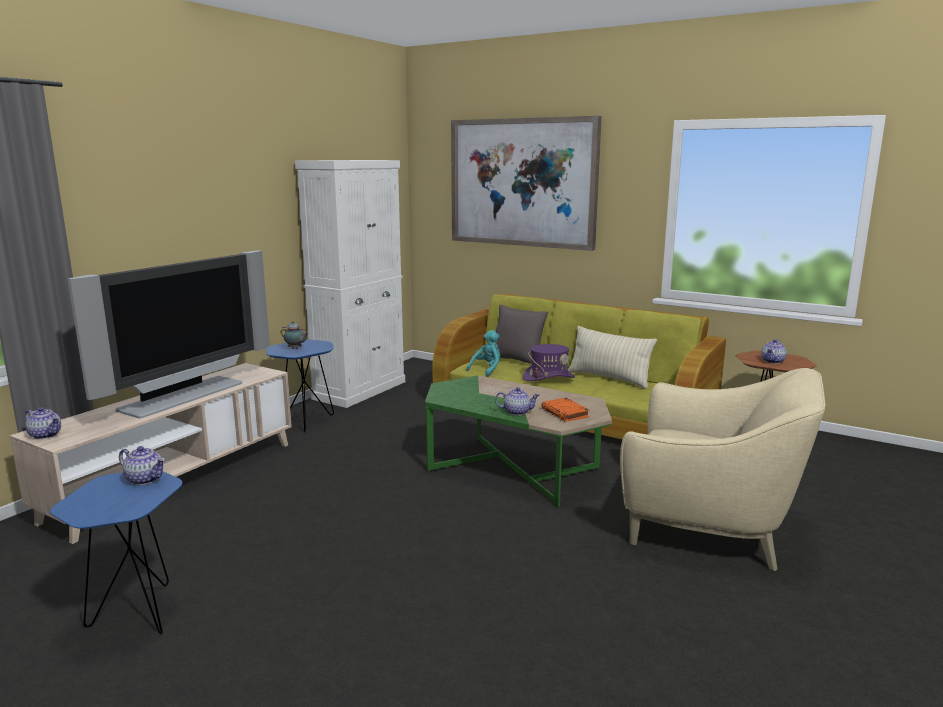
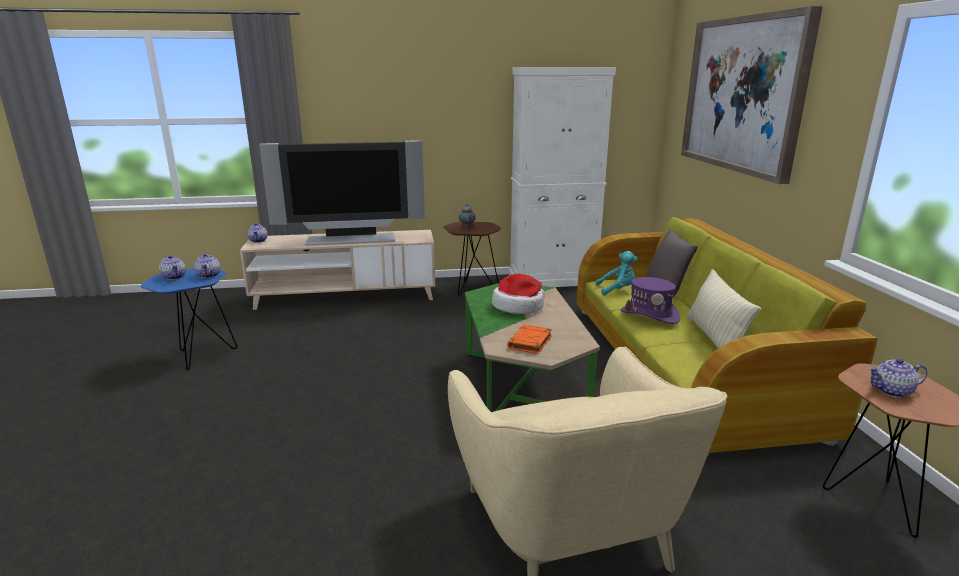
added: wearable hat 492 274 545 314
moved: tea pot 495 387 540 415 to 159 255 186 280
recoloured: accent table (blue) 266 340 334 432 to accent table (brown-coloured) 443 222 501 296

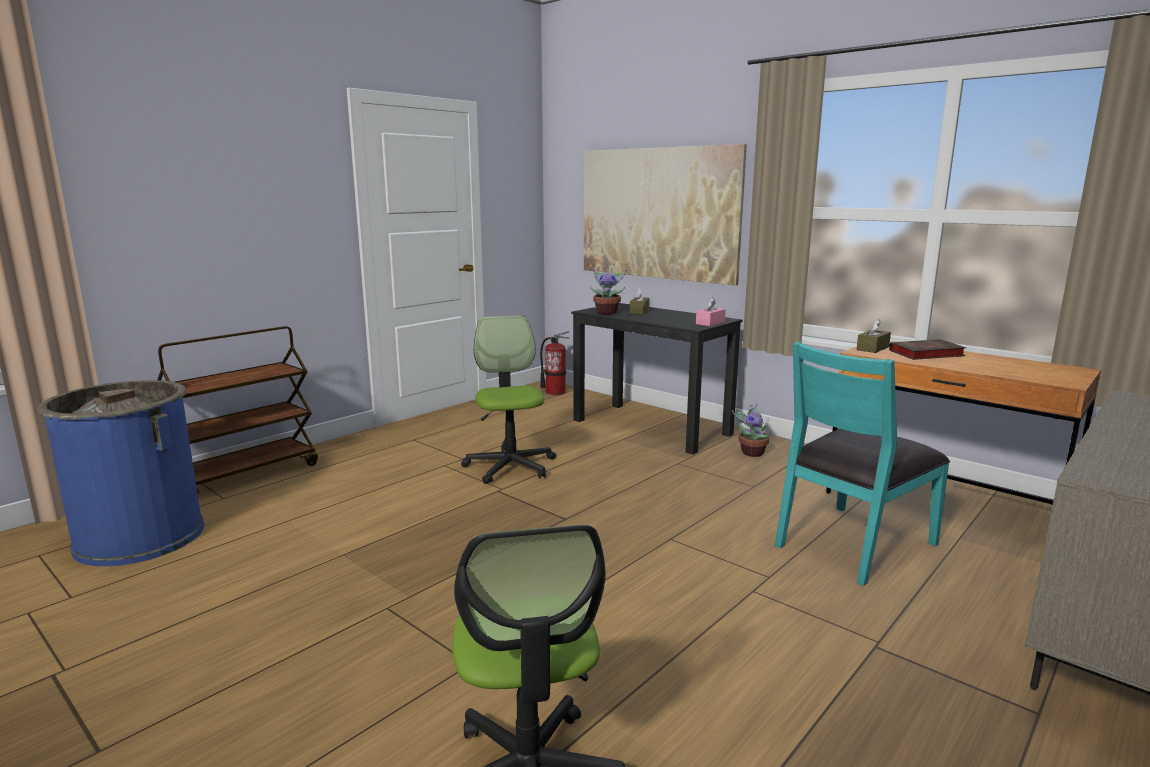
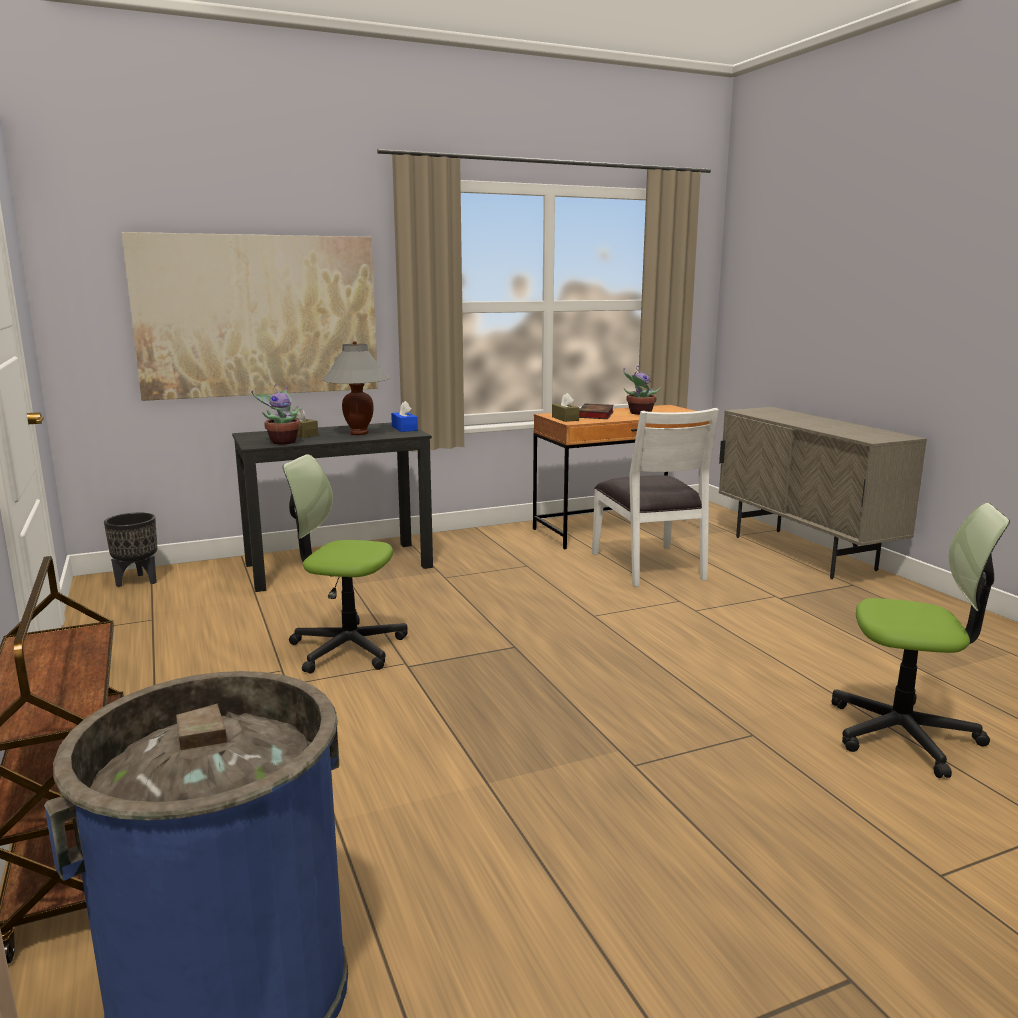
added: lamp for a table (grey) 322 341 391 435
moved: houseplant 732 404 771 457 to 623 366 661 415
replaced: fire extinguisher 540 331 569 395 to planter (blackish) 104 513 157 587
recoloured: box of tissues (pink) 696 298 726 326 to box of tissues (blue) 391 401 418 432; plain chair (turquoise) 775 342 950 586 to plain chair (white-coloured) 592 408 719 587

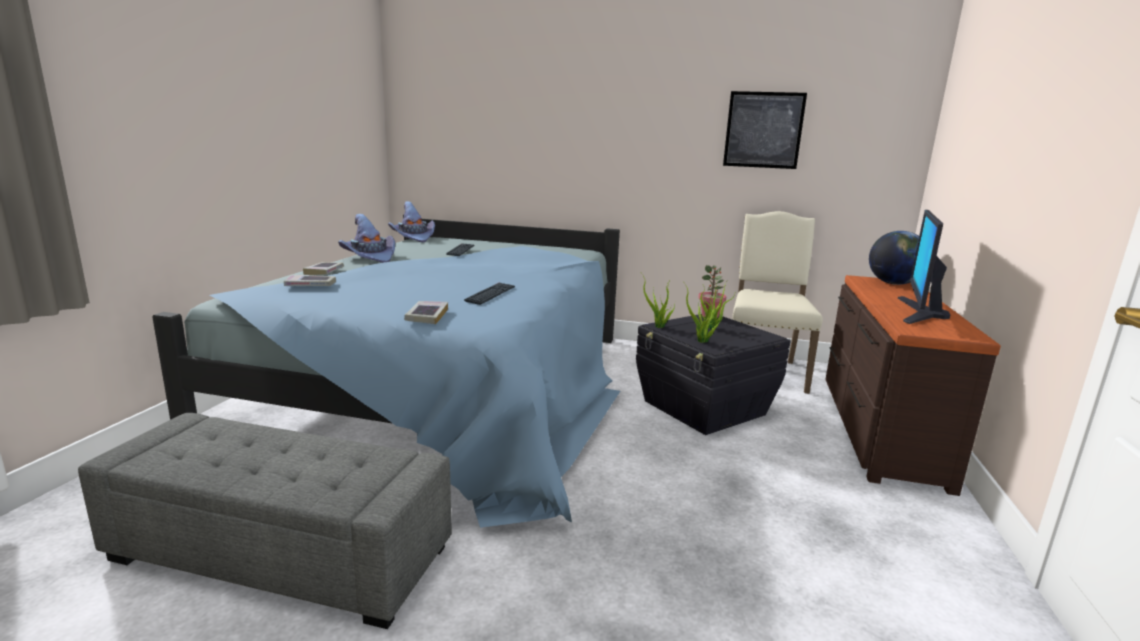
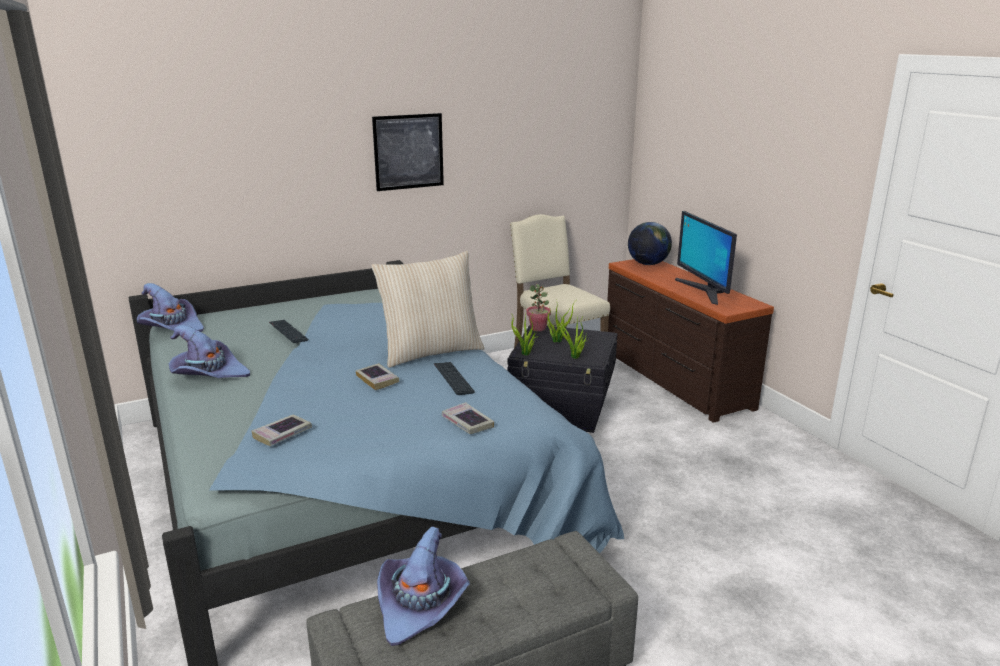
added: cushion (beige-coloured) 371 251 485 368; wearable hat (purplish) 377 526 470 646
moved: book 303 262 344 275 to 356 363 400 390; wall art 723 91 807 169 to 372 113 444 191

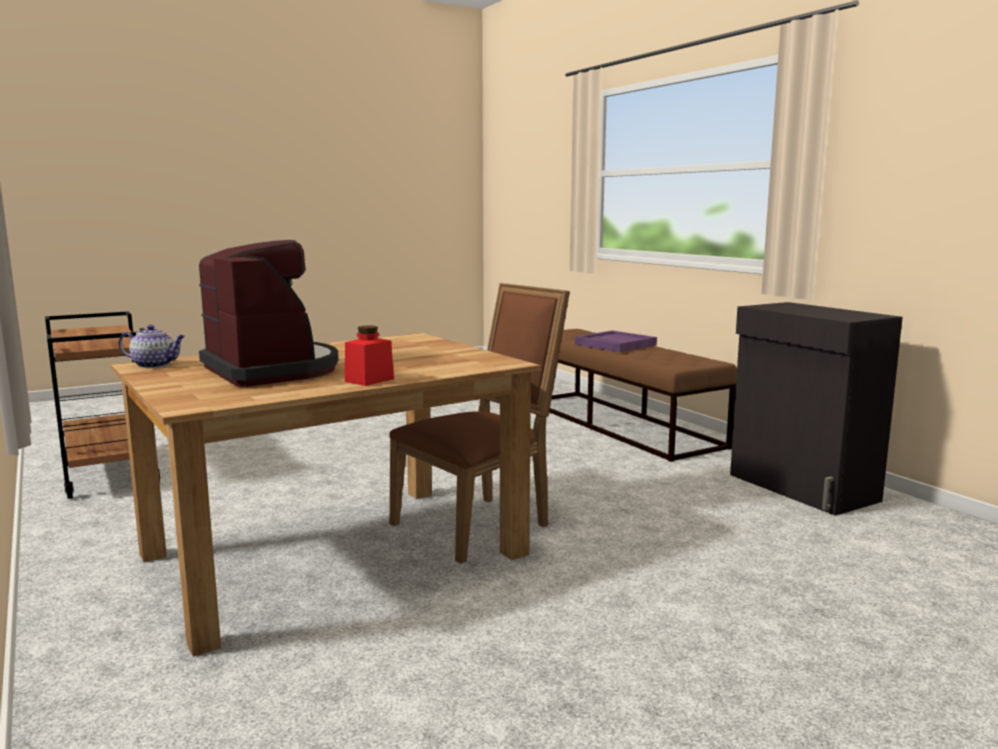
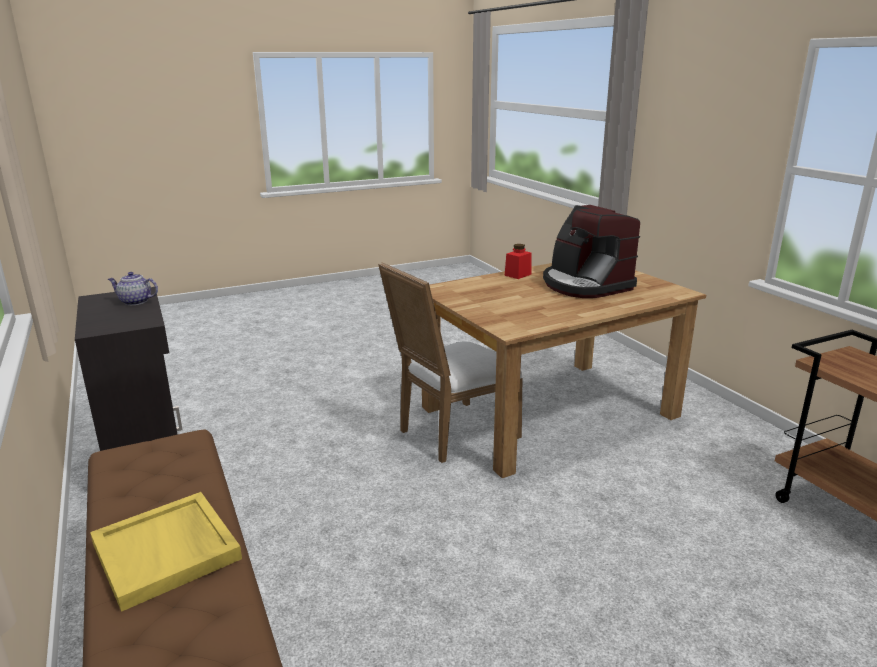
moved: tea pot 118 325 185 368 to 108 272 158 305
recoloured: plain chair (brown-coloured) 389 283 570 564 to plain chair (white-coloured) 378 262 524 463; tray (purplish) 575 331 657 352 to tray (yellow-coloured) 90 492 242 612

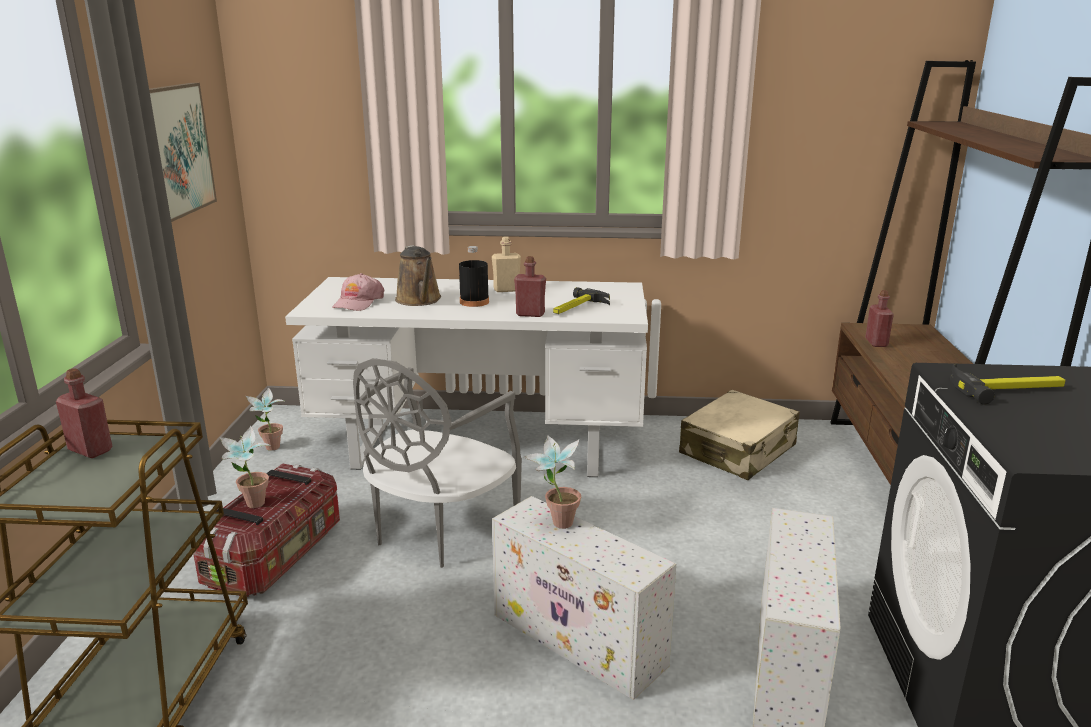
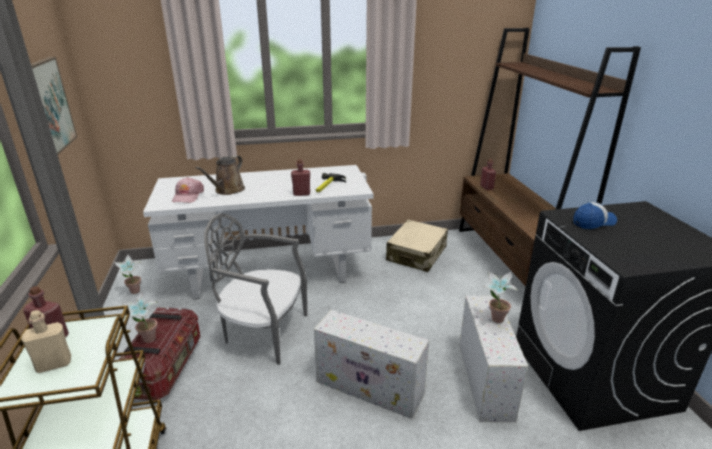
removed: beverage bottle (blackish) 459 246 489 307
moved: beverage bottle (beige-coloured) 492 236 521 292 to 21 310 71 373; houseplant 524 435 581 529 to 484 271 518 323
replaced: hand hammer 950 363 1066 405 to cap 573 202 617 229
turned: plain chair (grey) 353 358 522 568 = 204 213 307 365 90 degrees clockwise; watering can (brown-coloured) 395 245 441 306 = 195 155 245 195 60 degrees clockwise

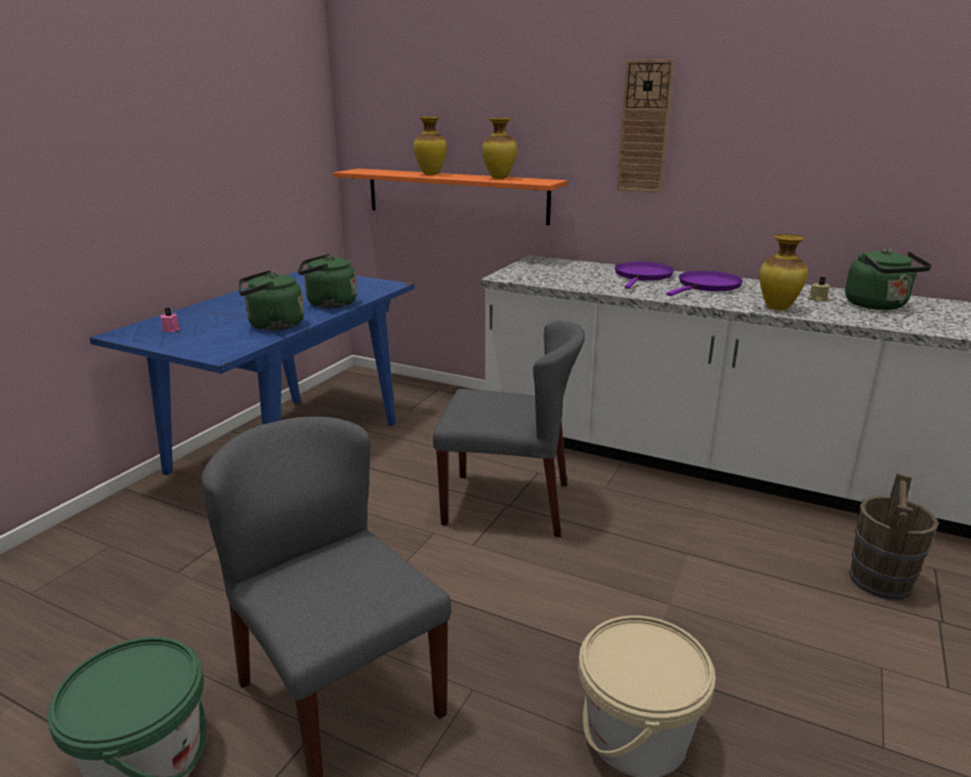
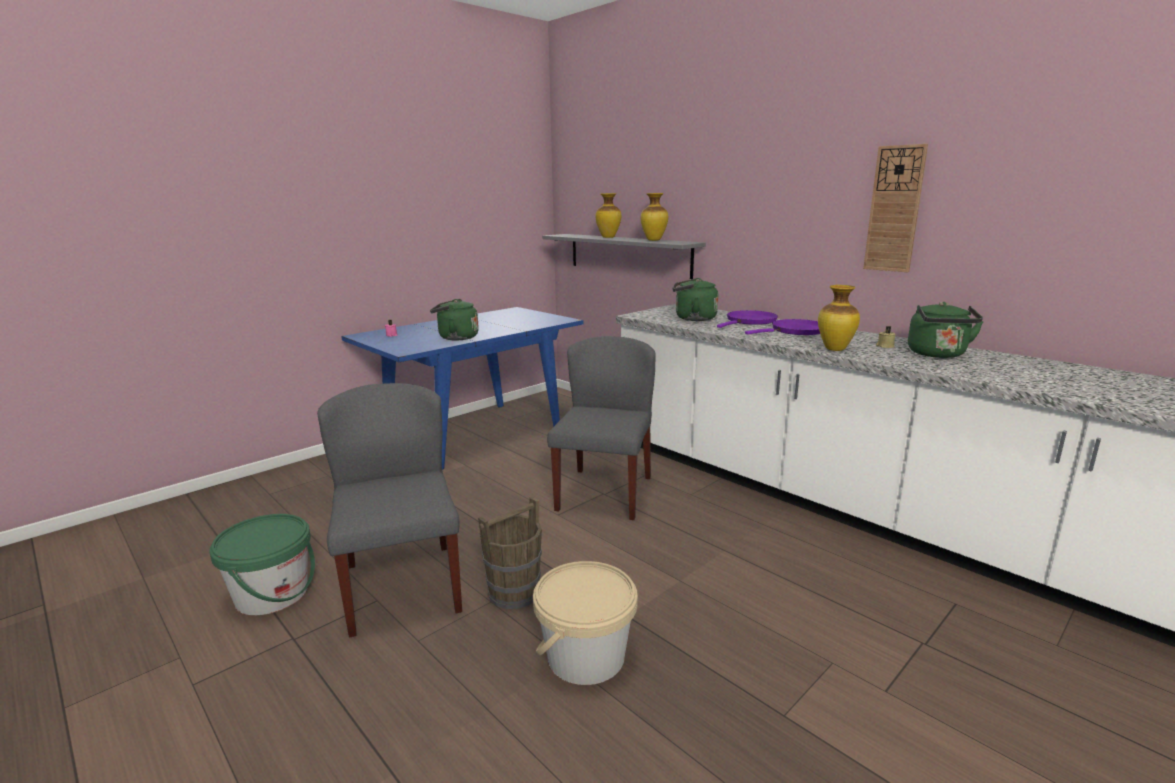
moved: kettle (greenish) 298 254 357 308 to 673 278 718 321; wall clock 617 59 675 193 to 863 144 928 272; bucket (brown-coloured) 849 473 939 600 to 478 497 542 609
recoloured: shelf (orange) 333 169 567 225 to shelf (grey) 542 234 706 279
turned: plain chair (grey) 433 321 585 537 = 547 336 656 520 105 degrees counterclockwise

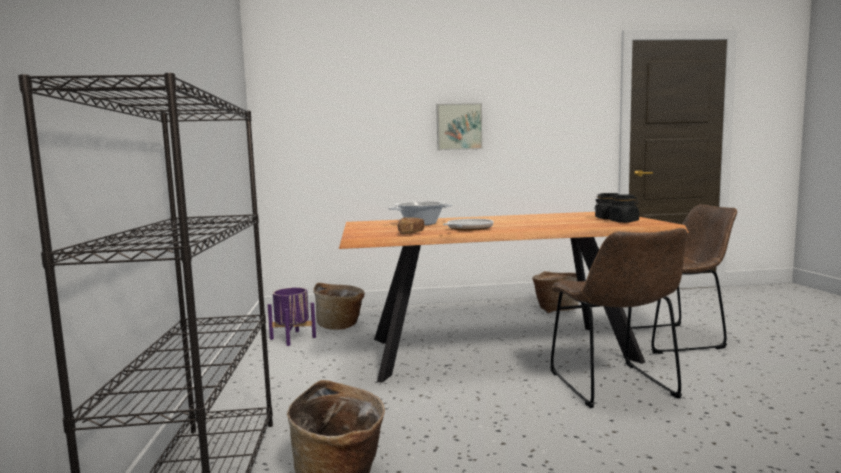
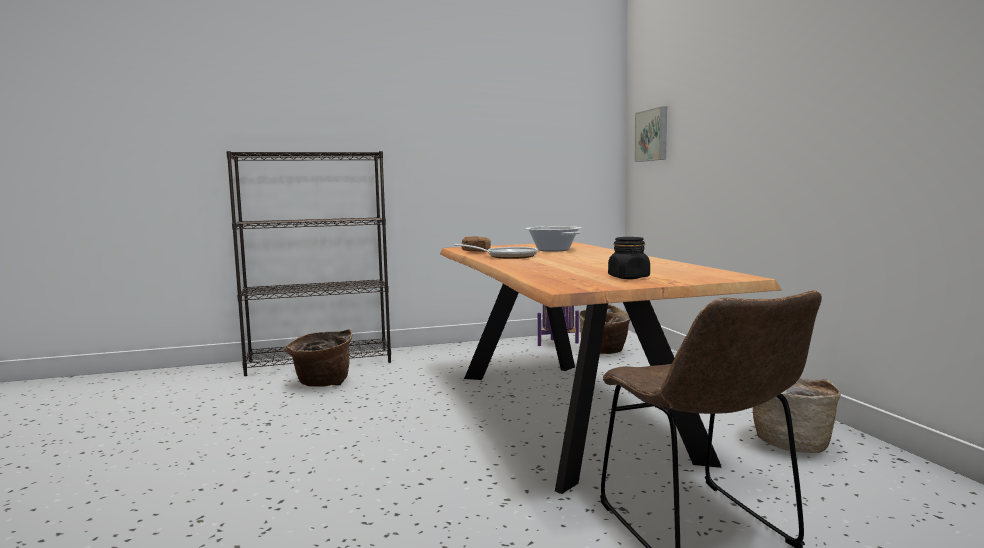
removed: plain chair (brown-coloured) 550 228 687 408; jar (blackish) 609 194 639 223
moved: wall art 436 103 483 150 to 635 106 667 162

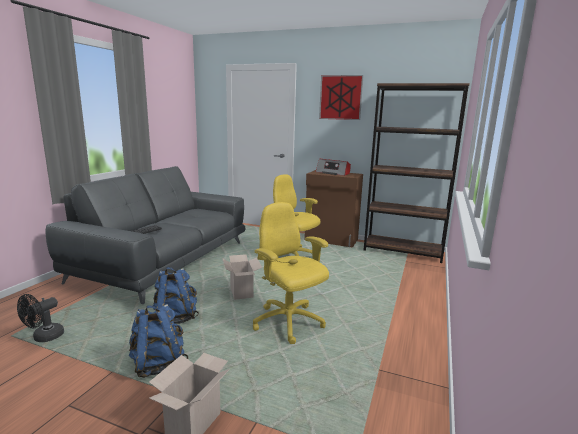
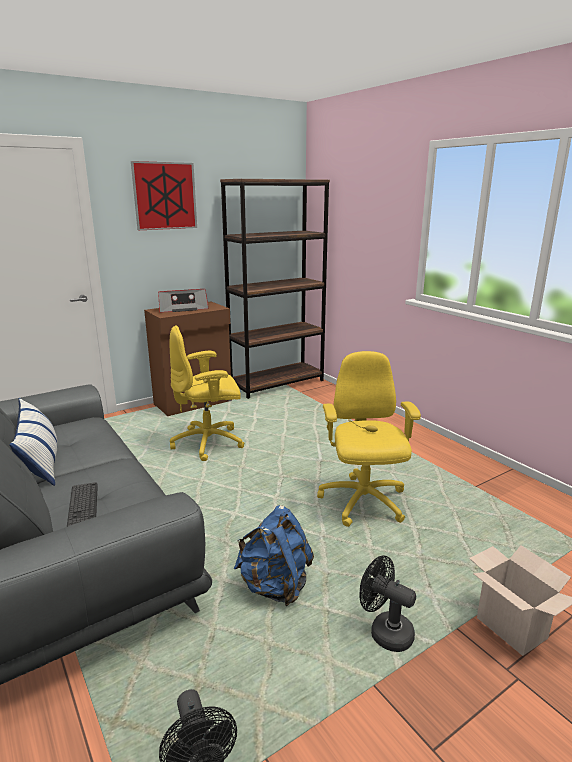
removed: carton 222 254 262 300
added: cushion 9 398 57 486
replaced: knapsack (blue) 129 304 188 378 to cooling fan (blackish) 359 555 416 652
turned: office chair (yellow-coloured) 253 202 329 344 = 317 351 421 527 90 degrees clockwise

